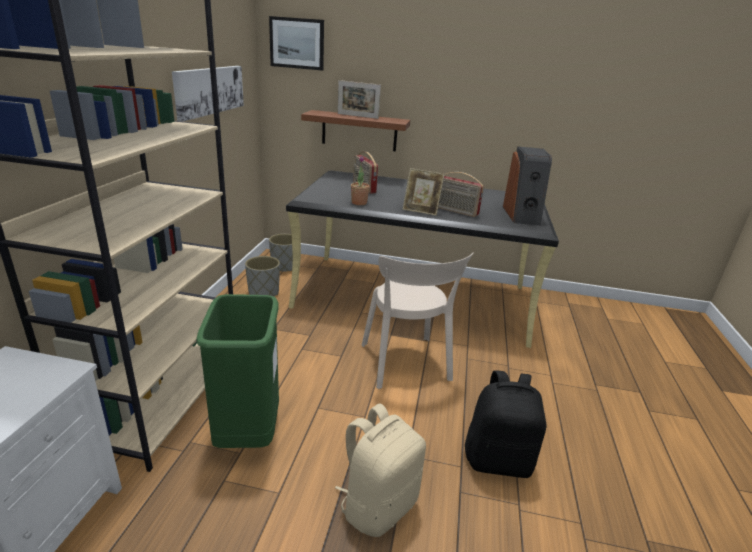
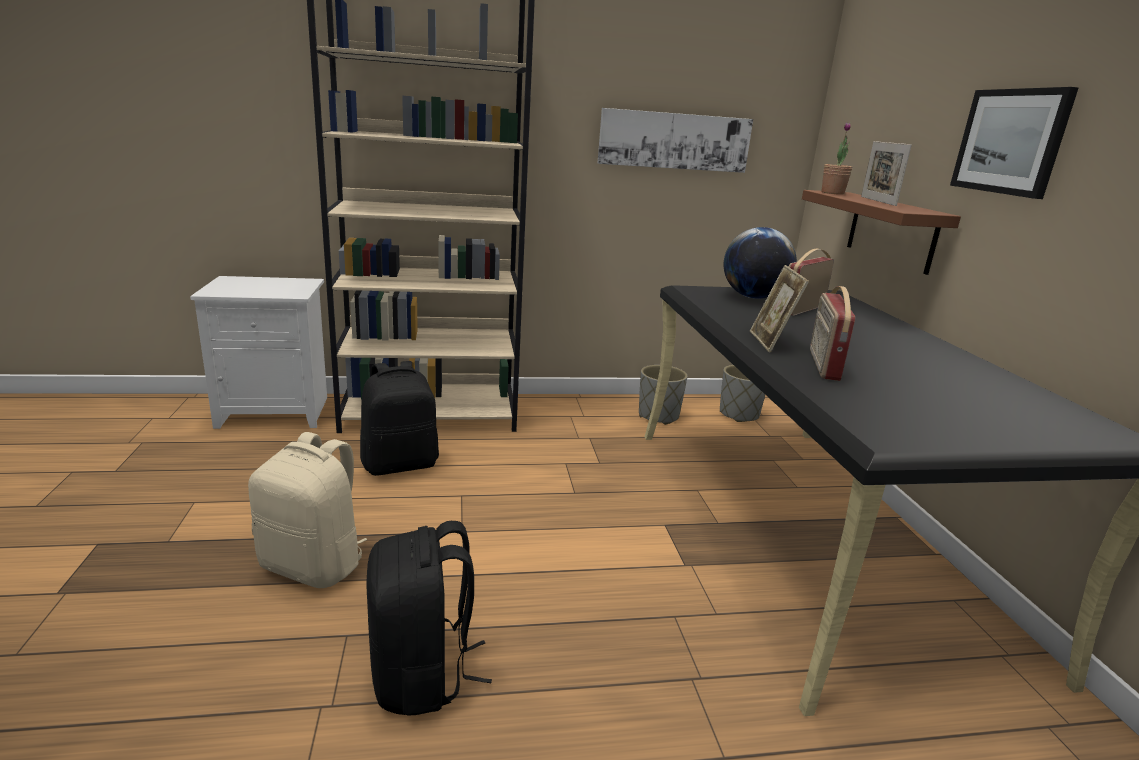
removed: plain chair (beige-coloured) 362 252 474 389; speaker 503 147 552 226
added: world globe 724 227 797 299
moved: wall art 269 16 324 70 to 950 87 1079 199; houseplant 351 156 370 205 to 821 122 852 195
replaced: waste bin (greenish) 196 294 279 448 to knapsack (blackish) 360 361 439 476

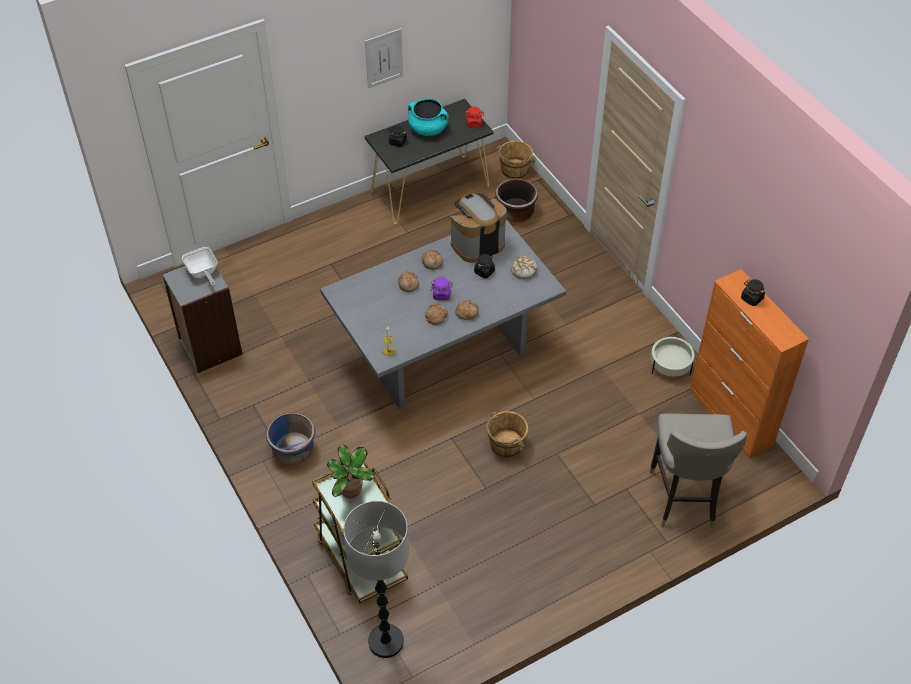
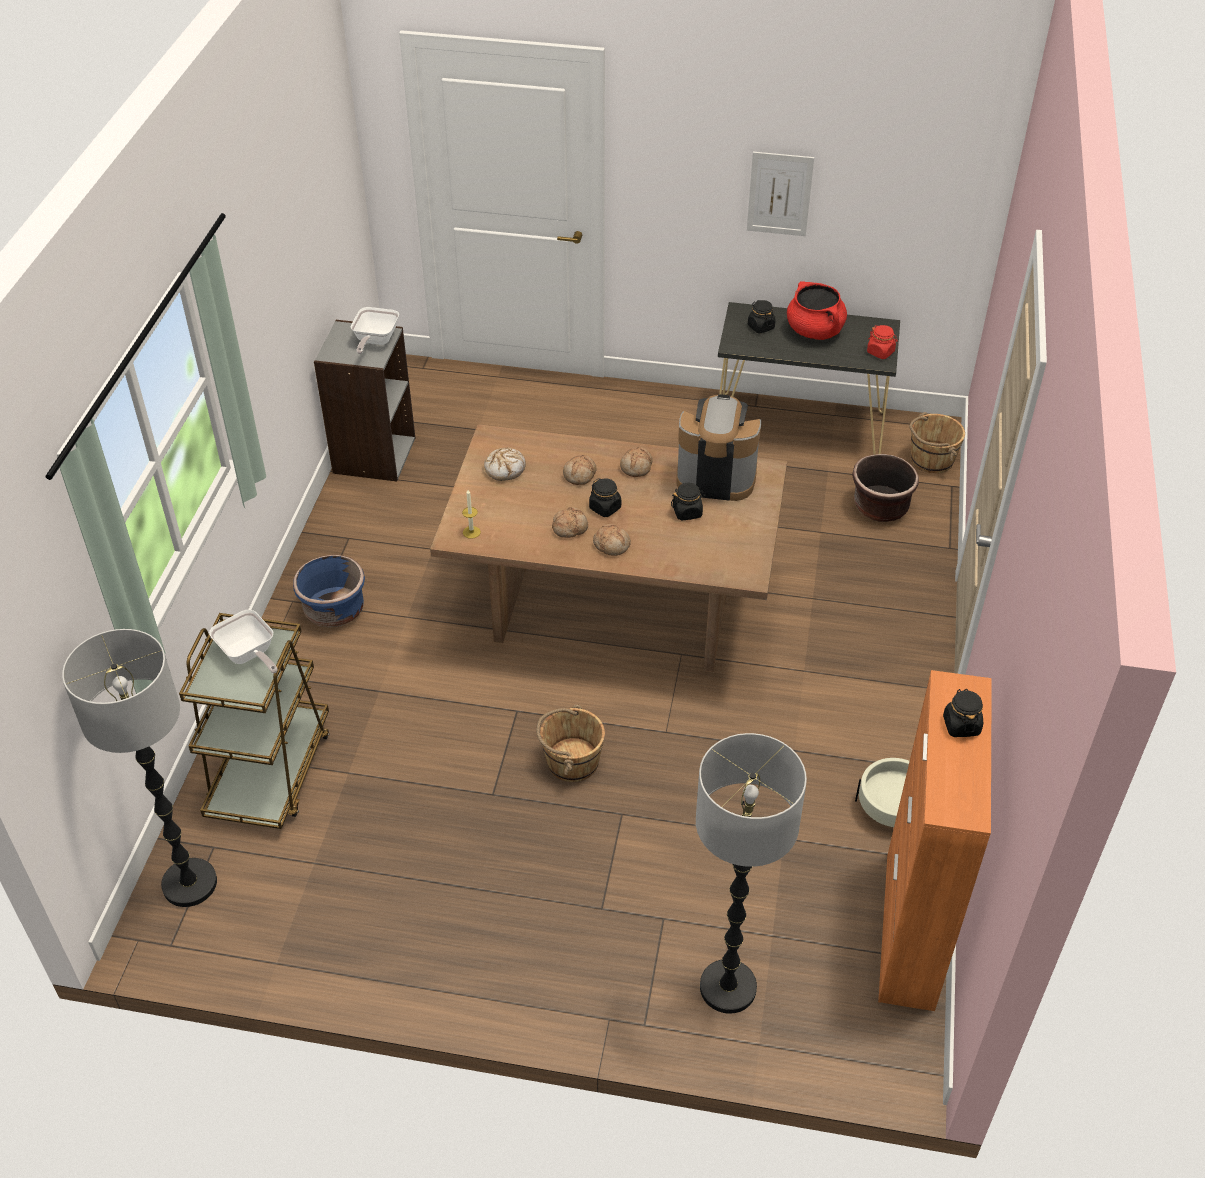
moved: bakery bread 511 256 538 279 to 484 447 526 481
replaced: houseplant 327 444 375 499 to frying pan 209 610 277 673; sitting stool (grey) 649 413 747 528 to standard lamp 696 733 807 1013
recoloured: dining table (grey) 320 219 566 410 to dining table (brown-coloured) 430 424 787 672; saucepot (turquoise) 408 99 449 136 to saucepot (red-coloured) 787 281 847 340; jar (purplish) 431 277 453 300 to jar (blackish) 589 478 621 517

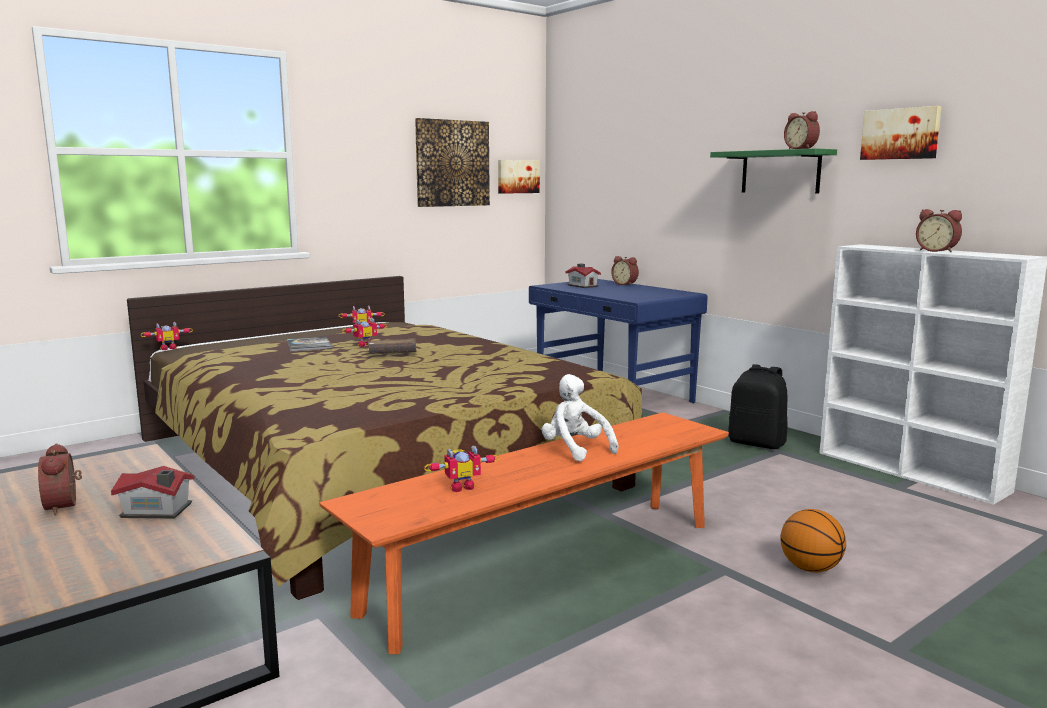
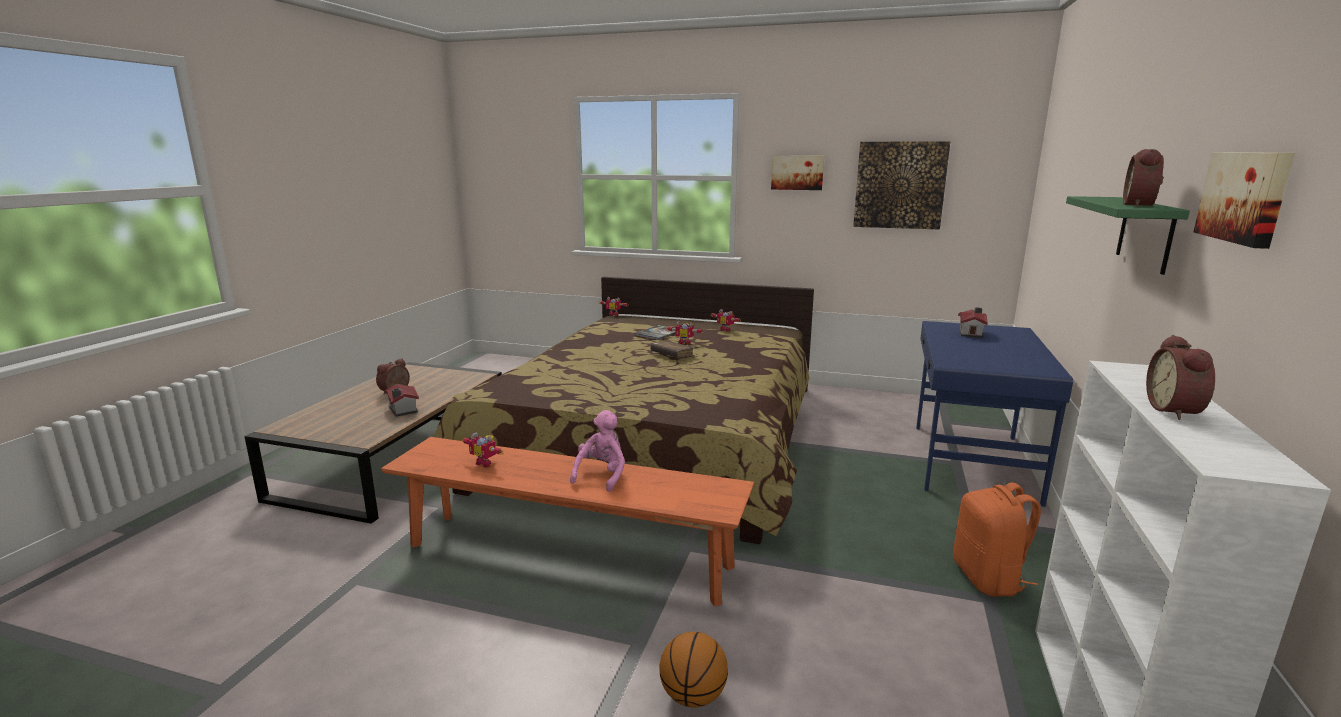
removed: bedside clock 611 256 639 286
moved: wall art 498 160 540 194 to 771 155 824 190
recoloured: soft toy (white-coloured) 542 374 618 461 to soft toy (pink) 570 410 625 492; knapsack (blackish) 728 364 788 449 to knapsack (orange) 953 483 1041 596

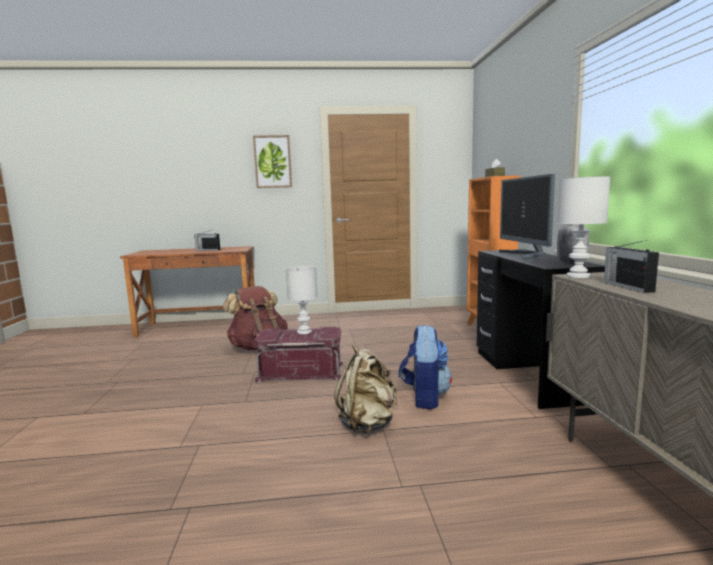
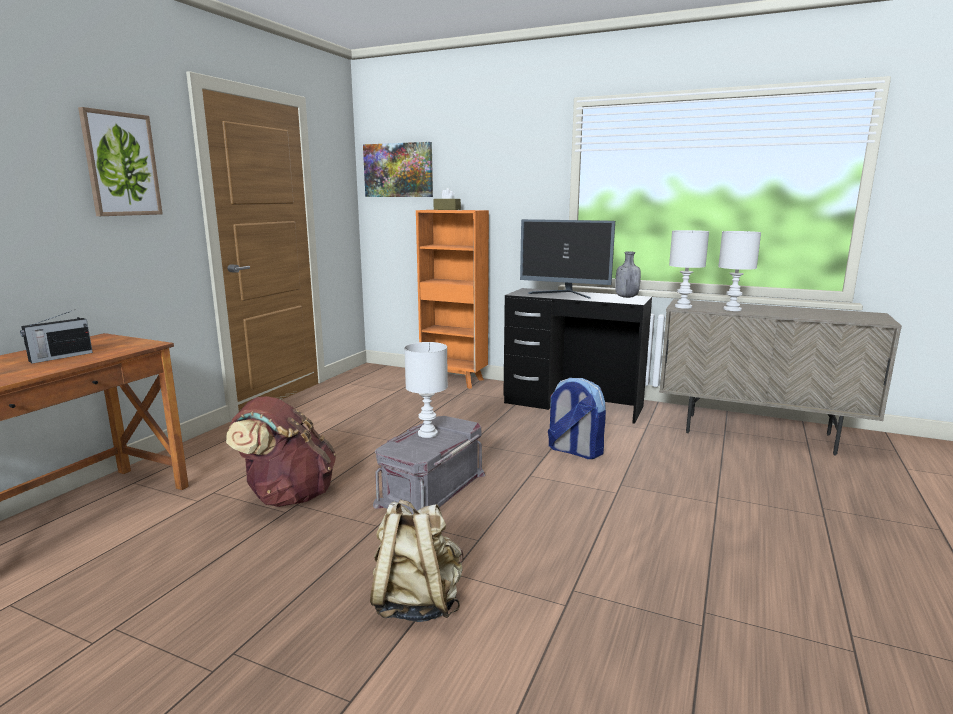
added: wall art 363 142 433 197
moved: knapsack (beige-coloured) 334 344 397 433 to 370 499 464 622
replaced: radio set 604 240 659 293 to lamp for a table (white-coloured) 718 231 761 311
recoloured: storage container (red-coloured) 254 327 344 383 to storage container (grey) 373 416 486 514

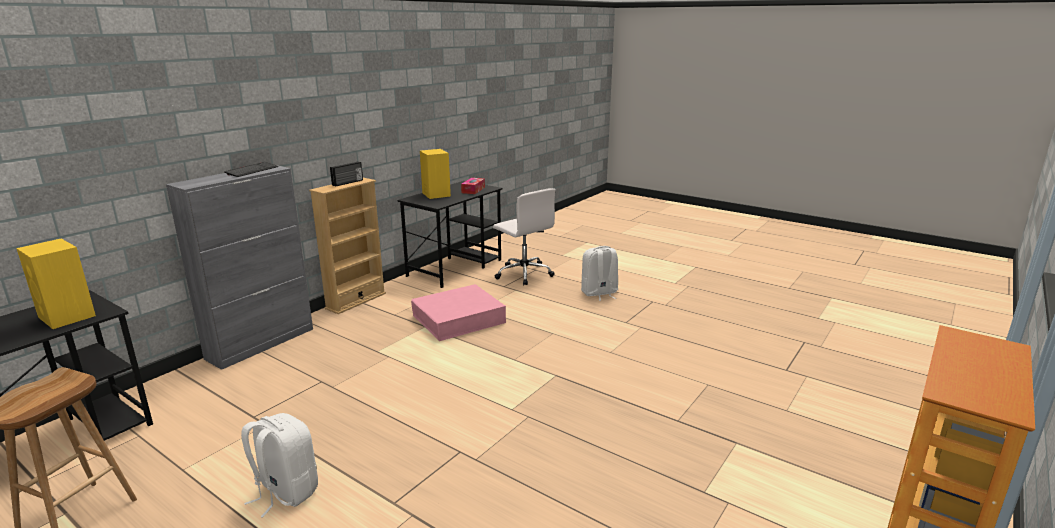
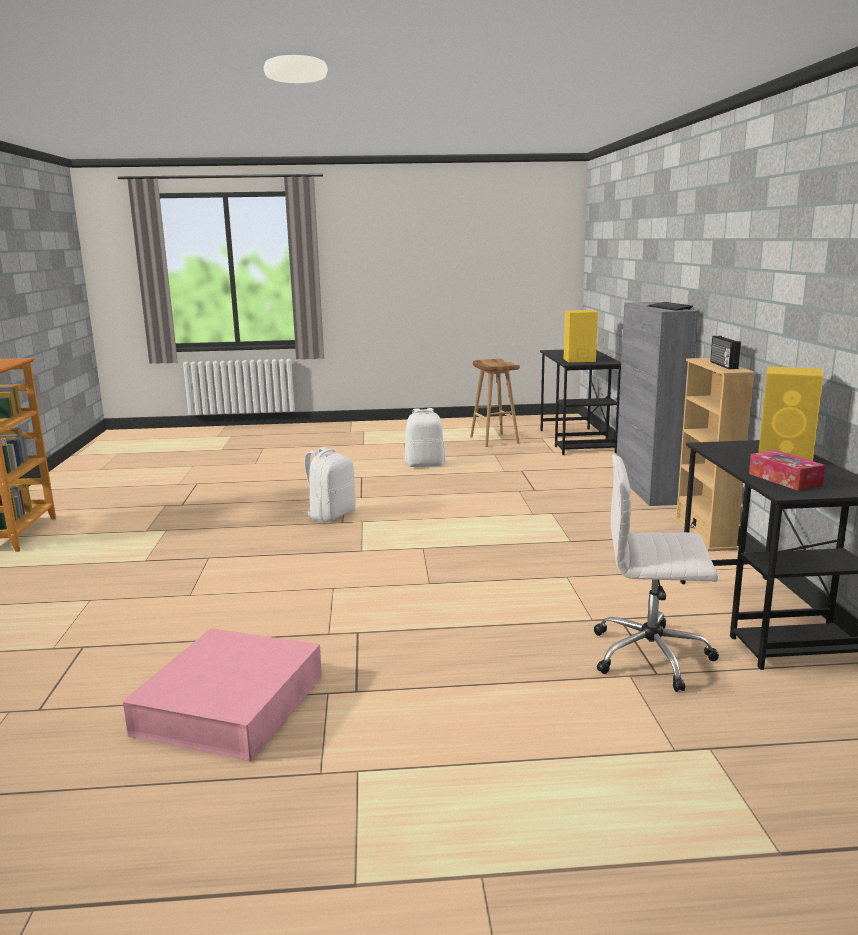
moved: storage container (pink) 411 284 506 341 to 122 628 322 762; knapsack (white-coloured) 581 246 618 301 to 303 447 356 522

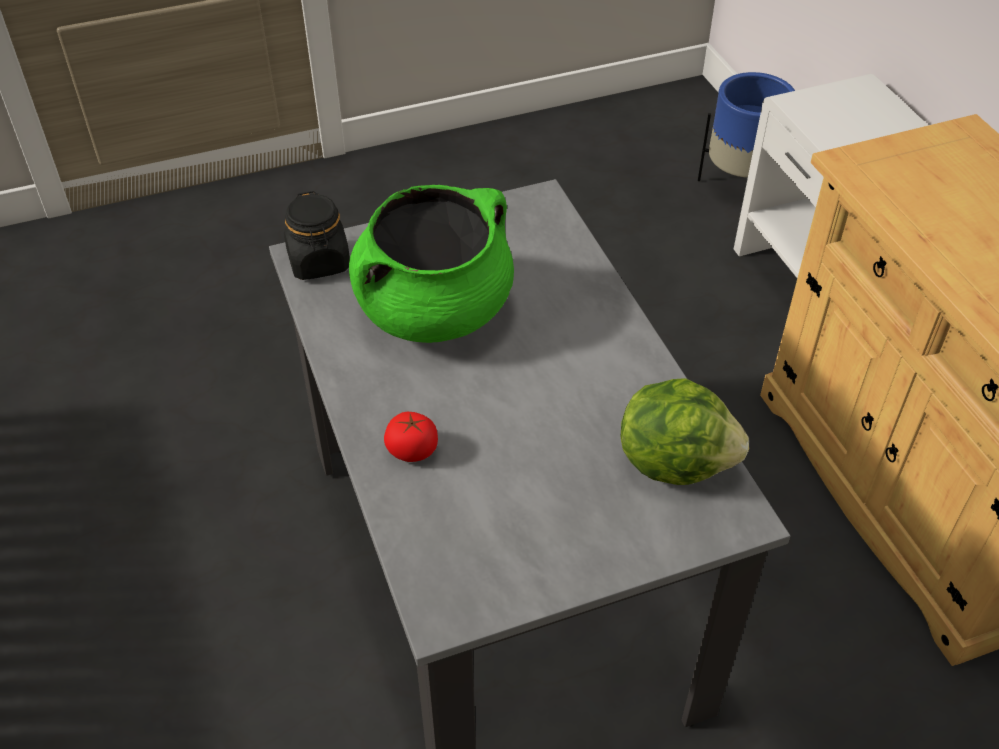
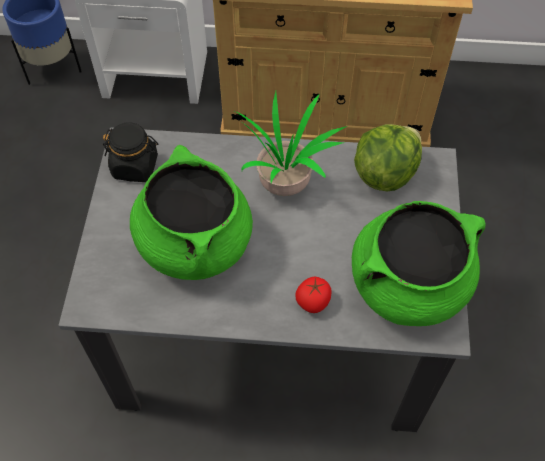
added: houseplant 235 91 347 196; saucepot (greenish) 352 201 486 326
moved: jar (blackish) 284 191 350 280 to 103 122 158 182

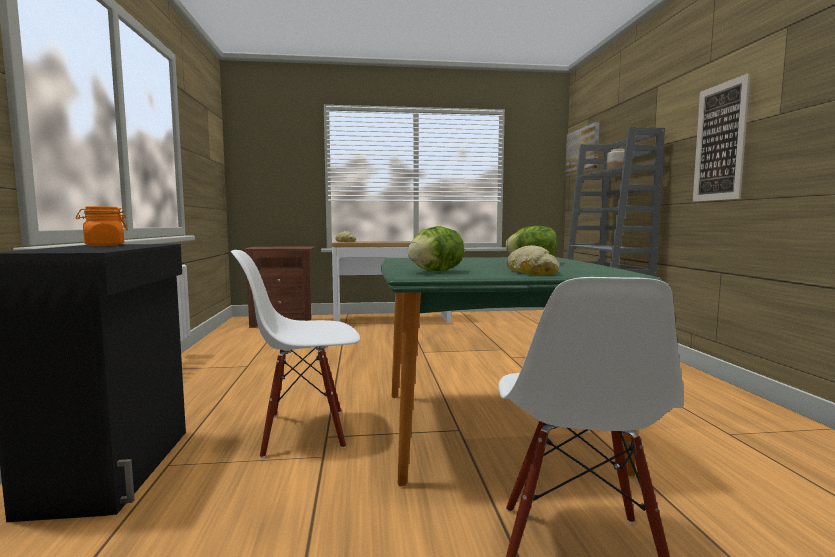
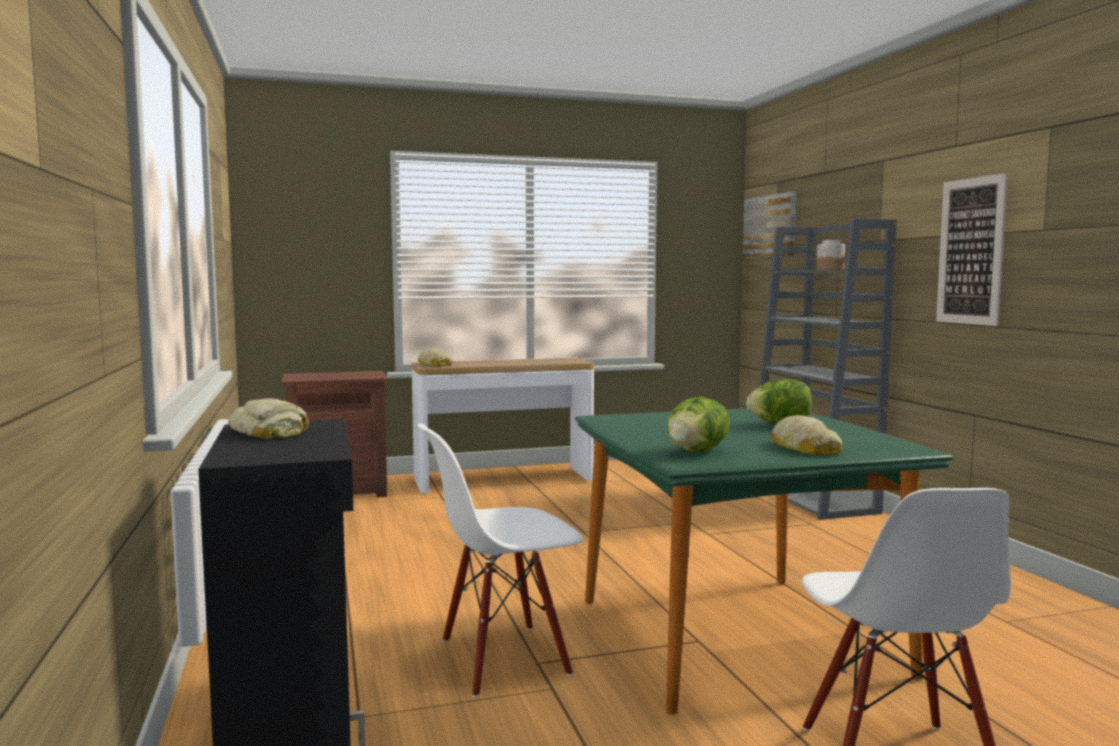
replaced: jar (orange) 75 206 128 246 to bakery bread 228 398 309 439

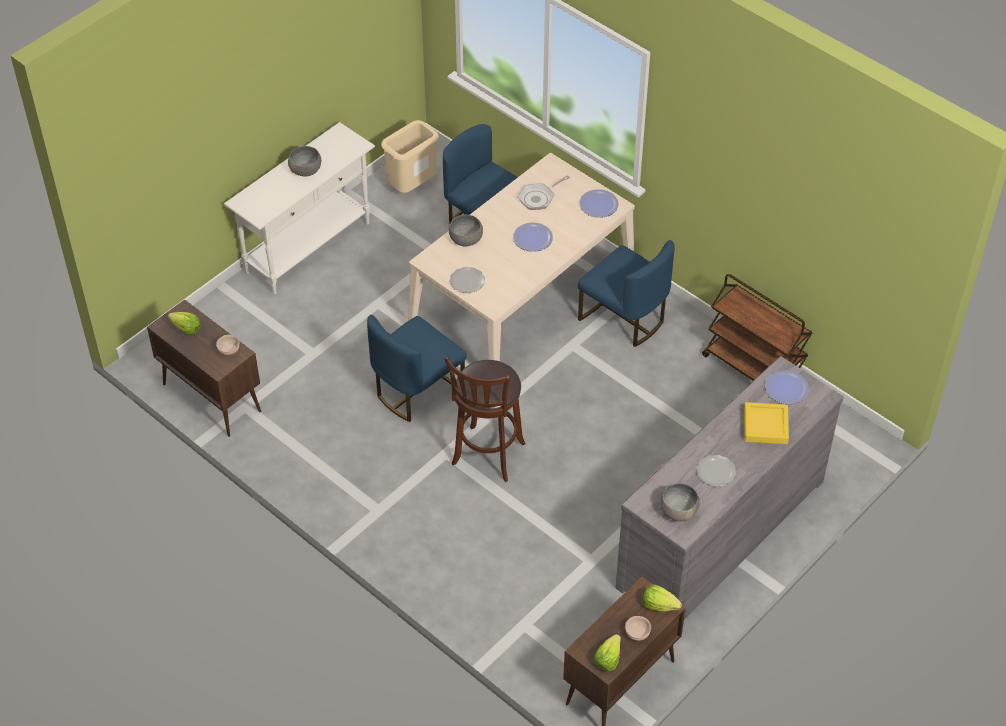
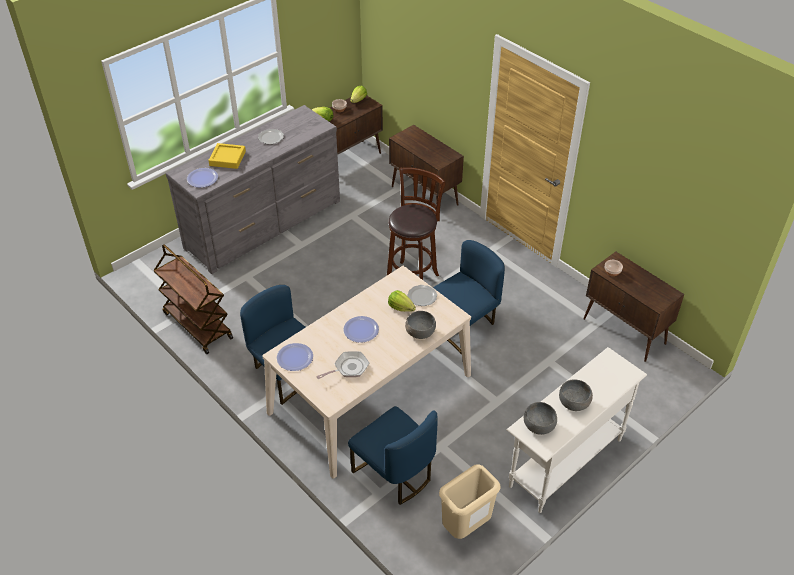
added: cabinet (brown-coloured) 389 125 464 206
moved: head of lettuce 168 312 201 335 to 388 290 416 312; serving bowl (grey) 660 483 700 521 to 524 402 557 435

